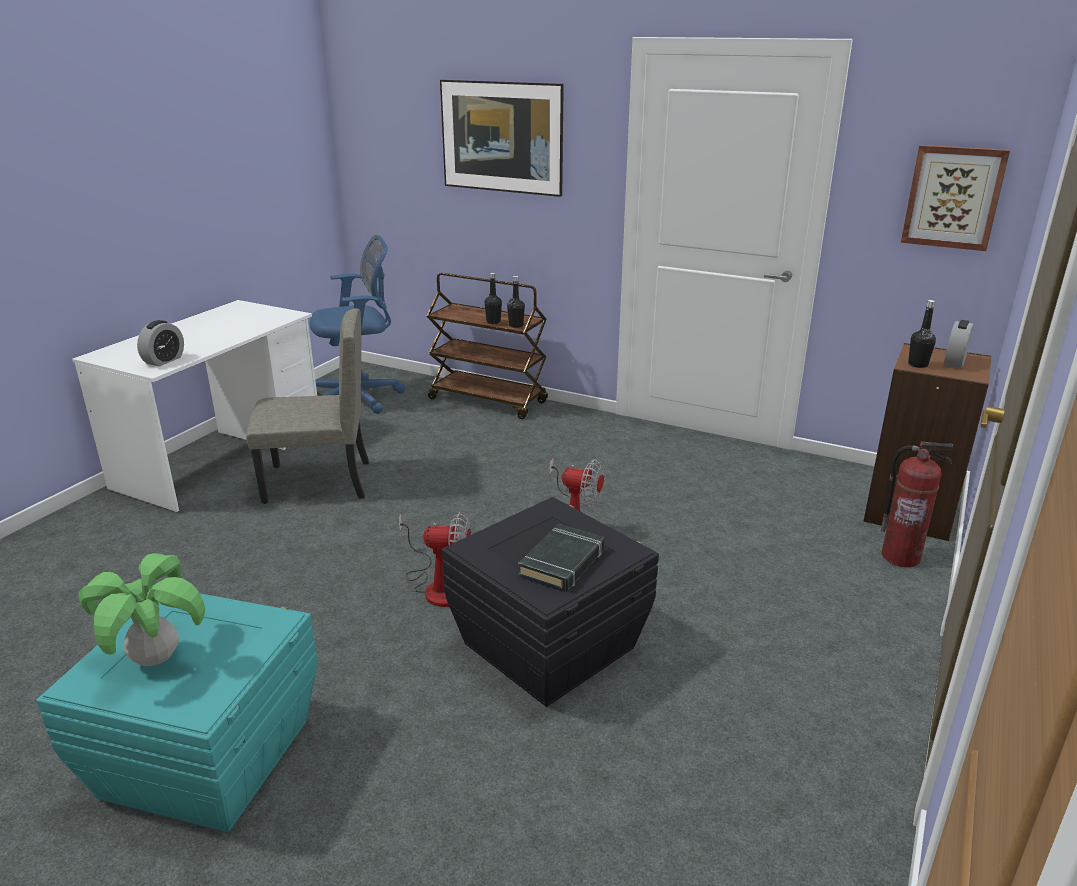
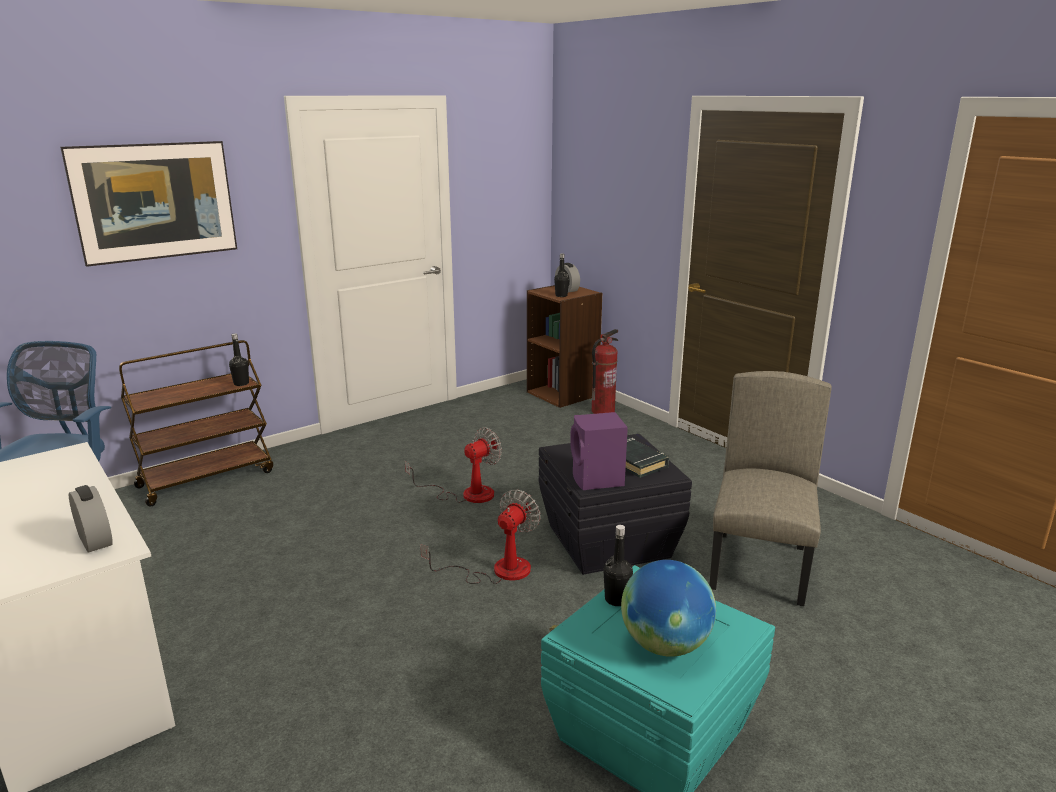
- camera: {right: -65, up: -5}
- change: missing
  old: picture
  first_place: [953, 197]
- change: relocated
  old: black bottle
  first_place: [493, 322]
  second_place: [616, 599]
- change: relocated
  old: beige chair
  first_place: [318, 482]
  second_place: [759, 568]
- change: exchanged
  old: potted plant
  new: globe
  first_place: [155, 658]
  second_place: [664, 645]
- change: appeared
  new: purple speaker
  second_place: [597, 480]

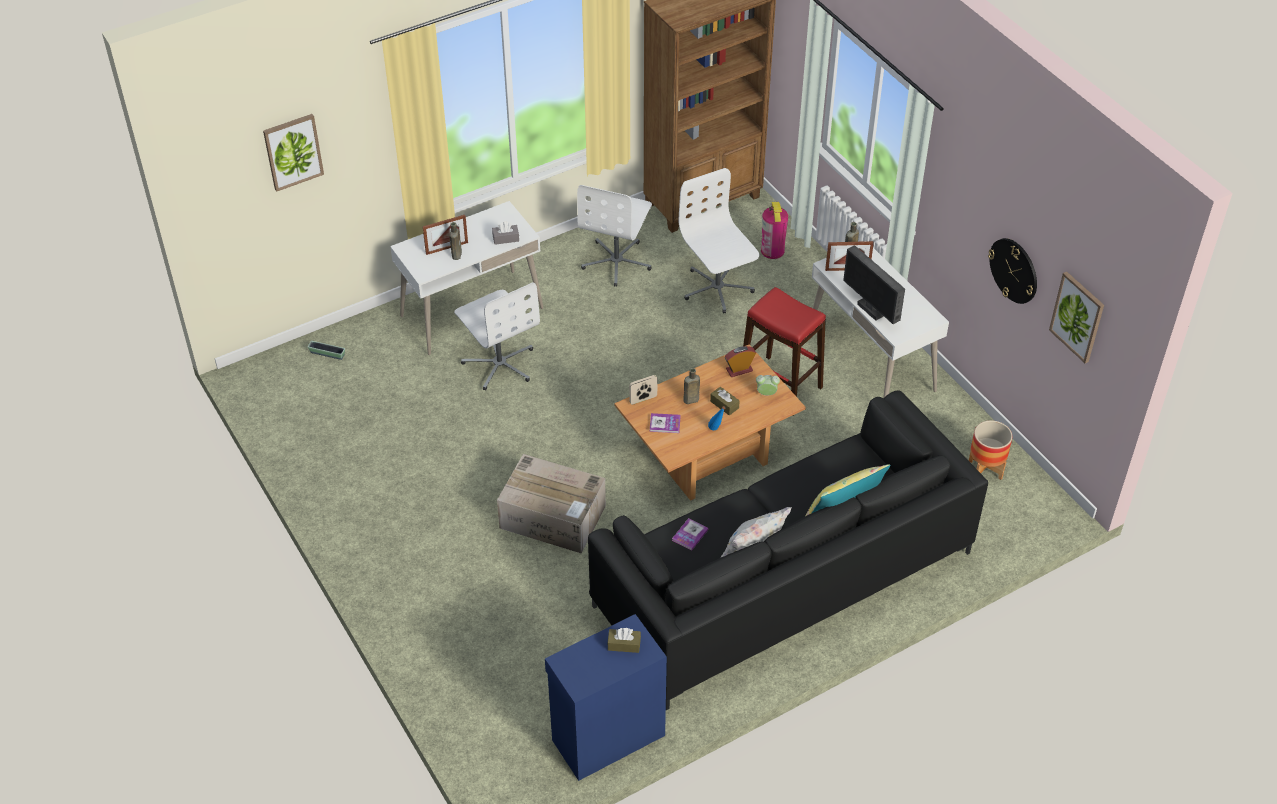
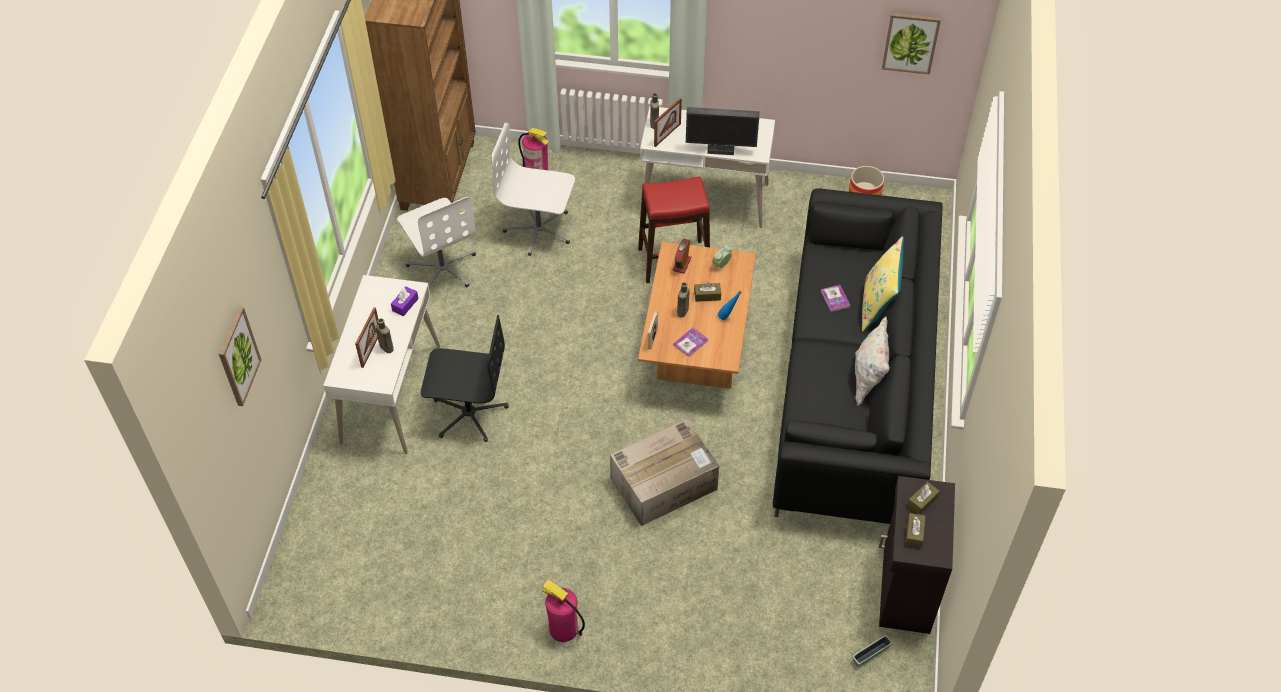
- camera: {right: -50, up: 5}
- change: colour
  old: grey tissue box
  new: purple tissue box
  first_place: [506, 238]
  second_place: [405, 304]
- change: missing
  old: wall clock
  first_place: [1014, 270]
- change: colour
  old: white office chair
  new: black office chair
  first_place: [500, 364]
  second_place: [469, 413]
- change: relocated
  old: planter
  first_place: [327, 354]
  second_place: [871, 654]
- change: relocated
  old: book
  first_place: [690, 535]
  second_place: [835, 299]
- change: colour
  old: blue cabinet
  new: black cabinet
  first_place: [607, 737]
  second_place: [904, 588]
- change: appeared
  new: brown tissue box
  second_place: [914, 533]
- change: appeared
  new: fire extinguisher
  second_place: [563, 629]

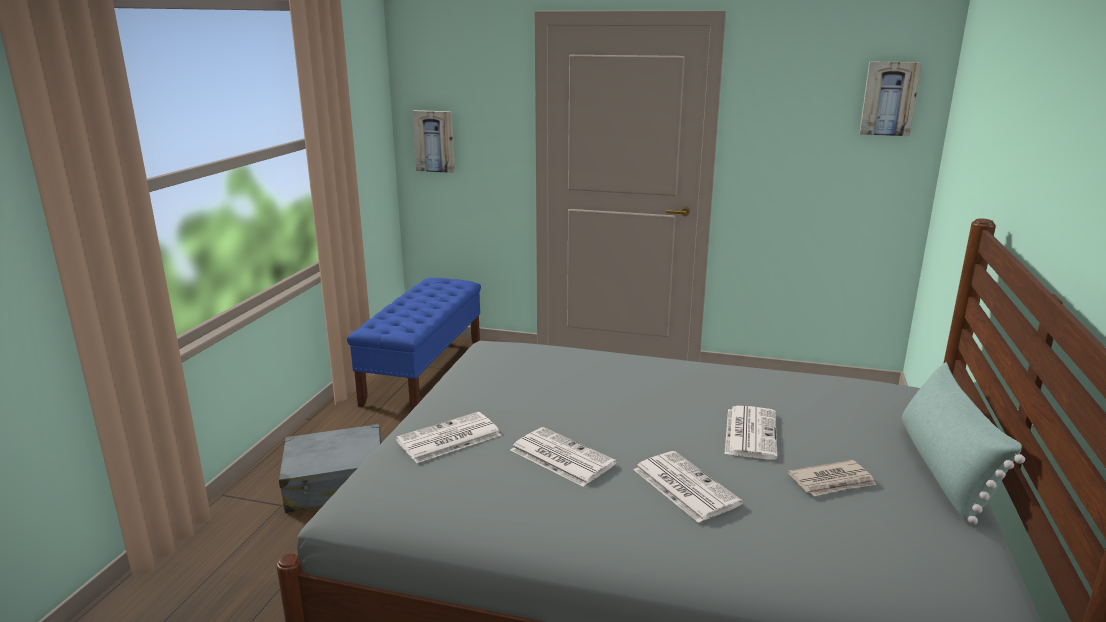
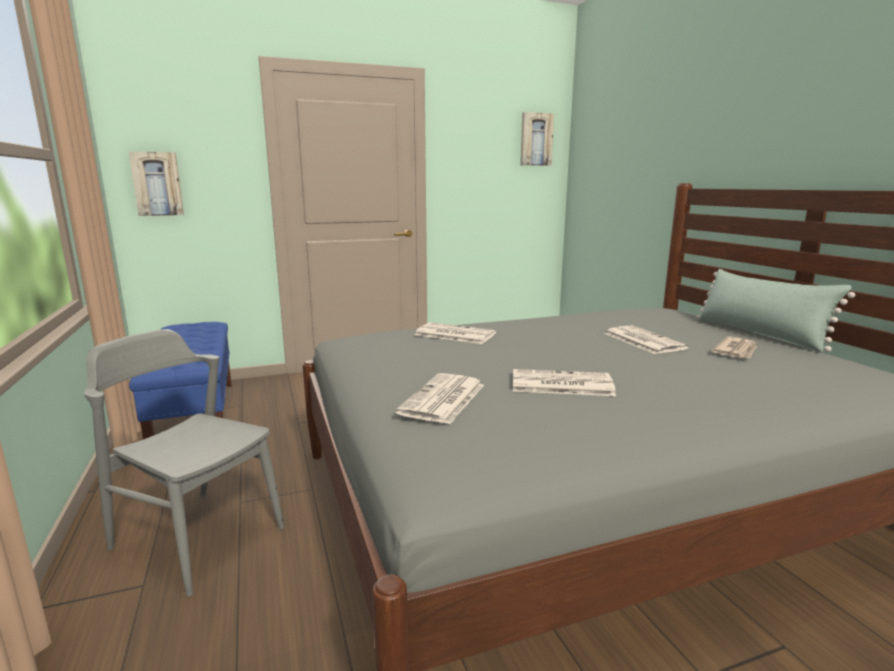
- camera: {right: -35, up: -5}
- change: exchanged
  old: grey suitcase
  new: grey chair
  first_place: [337, 484]
  second_place: [197, 537]
- change: relocated
  old: newspaper
  first_place: [684, 486]
  second_place: [454, 334]

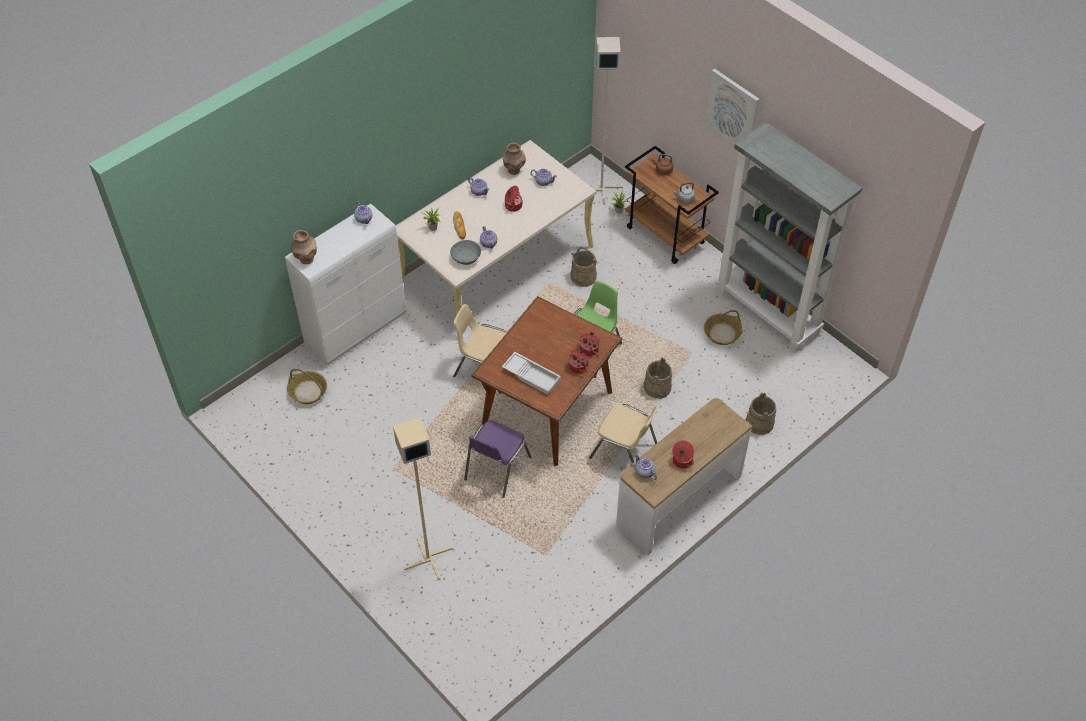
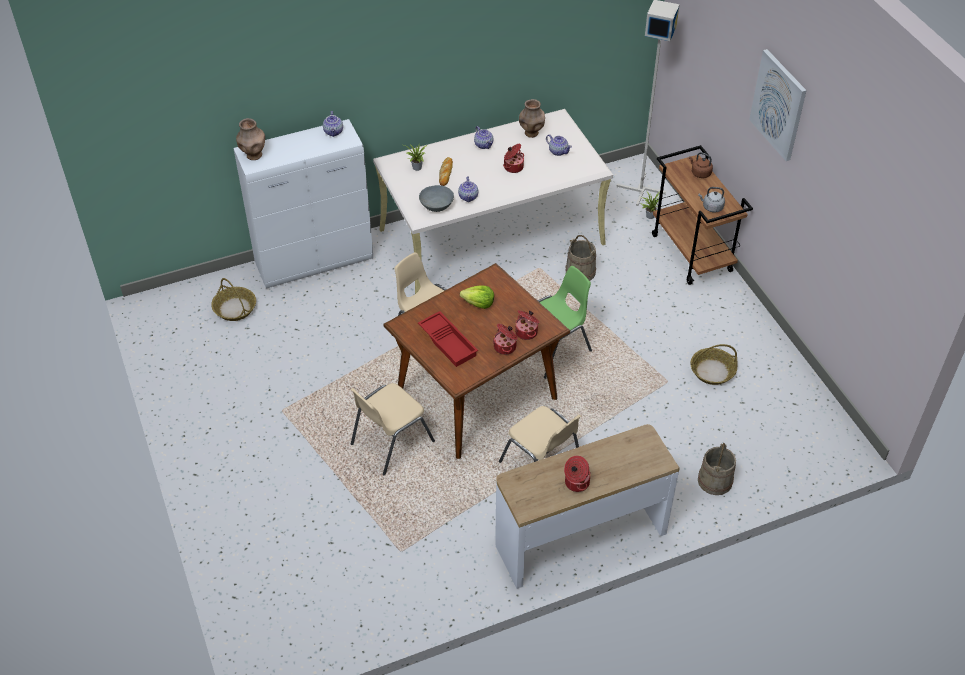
- camera: {right: 20, up: -5}
- change: missing
  old: grey bookcase
  first_place: [768, 312]
- change: colour
  old: white tray
  new: red tray
  first_place: [532, 375]
  second_place: [449, 342]
- change: missing
  old: beige bucket
  first_place: [657, 387]
- change: missing
  old: beige floor lamp
  first_place: [427, 558]
- change: colour
  old: purple chair
  new: beige chair
  first_place: [496, 469]
  second_place: [390, 443]
- change: missing
  old: teapot
  first_place: [644, 472]
- change: appeared
  new: lettuce
  second_place: [478, 303]

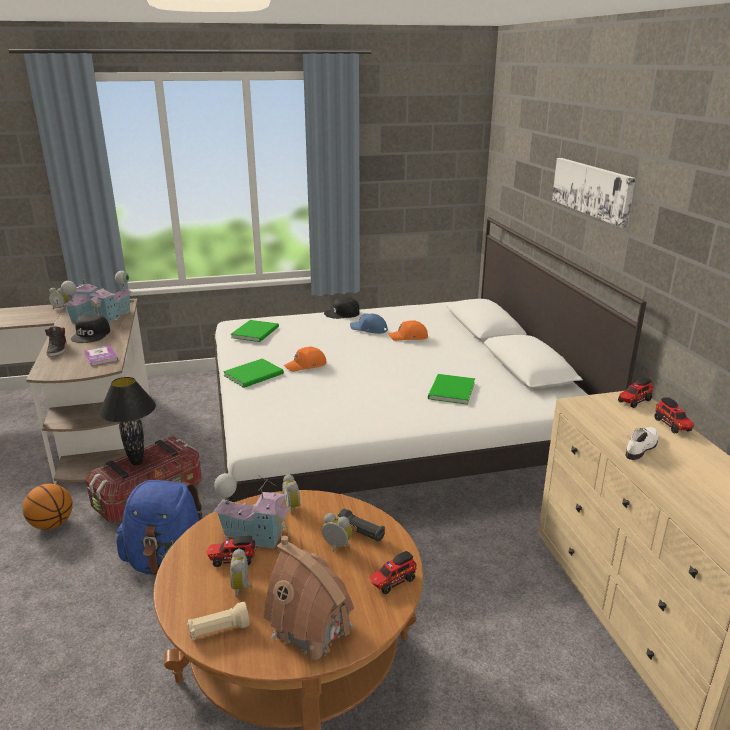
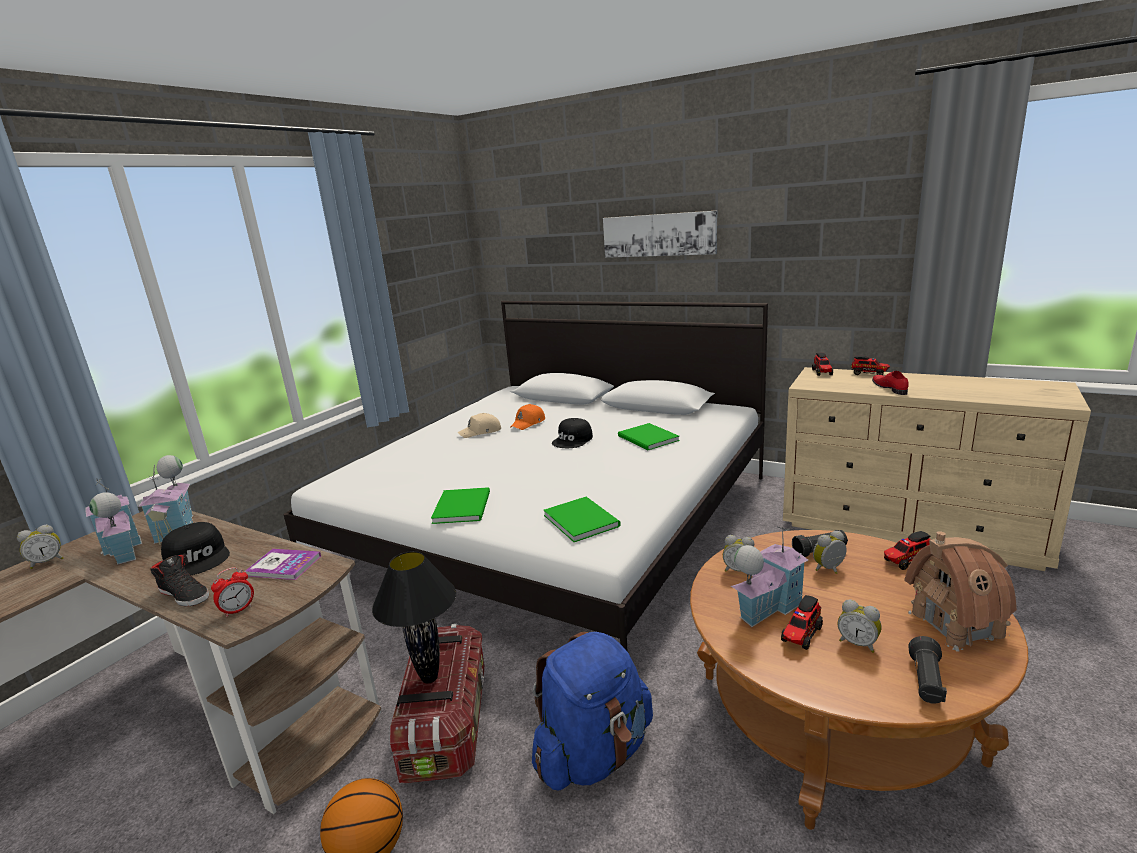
- camera: {right: -45, up: -5}
- change: relocated
  old: black cap
  first_place: [342, 313]
  second_place: [573, 440]
- change: colour
  old: blue cap
  new: beige cap
  first_place: [369, 329]
  second_place: [481, 432]
- change: relocated
  old: green book
  first_place: [257, 332]
  second_place: [581, 519]
- change: missing
  old: orange cap
  first_place: [306, 365]
- change: colour
  old: white shoe
  new: red shoe
  first_place: [642, 446]
  second_place: [890, 387]
- change: spun
  old: toy truck
  first_place: [392, 582]
  second_place: [906, 561]
  degrees: 60
- change: colour
  old: beige flashlight
  new: black flashlight
  first_place: [219, 630]
  second_place: [926, 682]
- change: appeared
  new: alarm clock
  second_place: [238, 610]

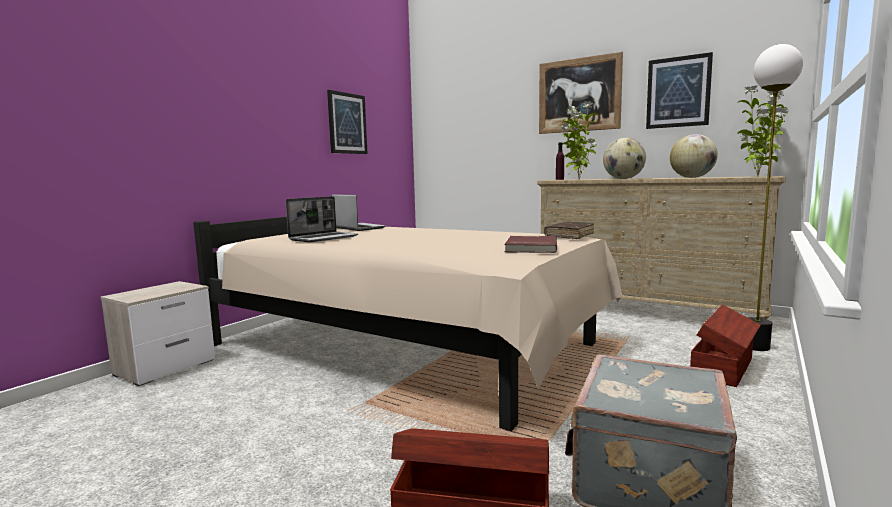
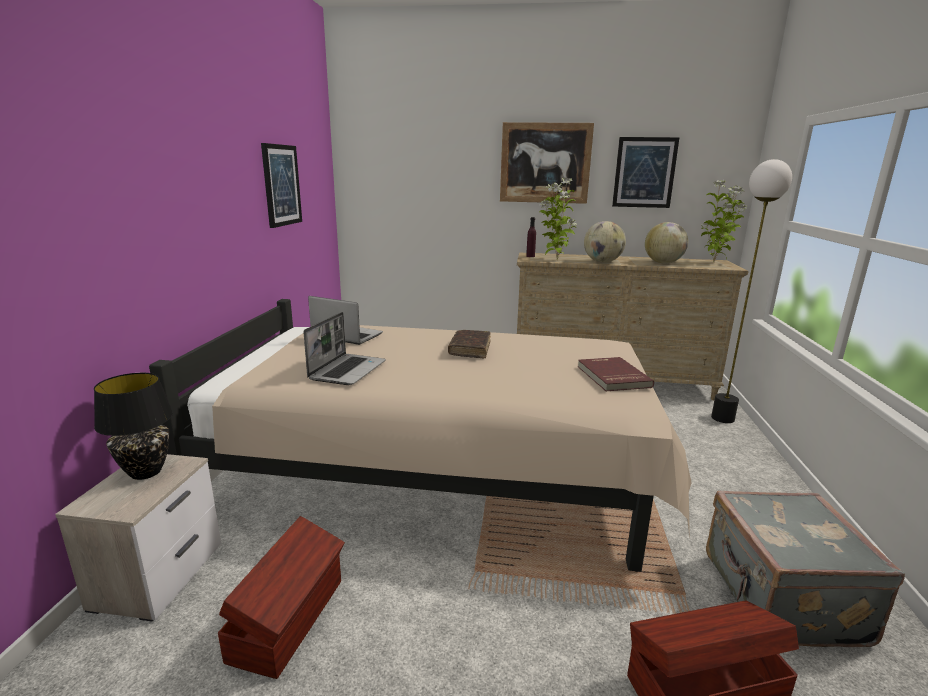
- camera: {right: -25, up: 10}
- change: relocated
  old: brown book
  first_place: [569, 236]
  second_place: [470, 349]
- change: relocated
  old: brown storage box
  first_place: [723, 368]
  second_place: [290, 618]
- change: appeared
  new: black table lamp
  second_place: [146, 472]

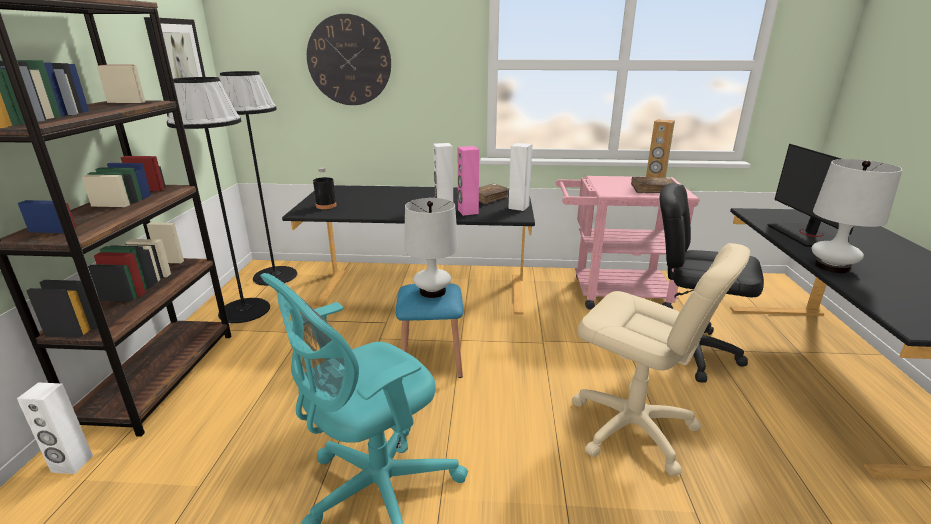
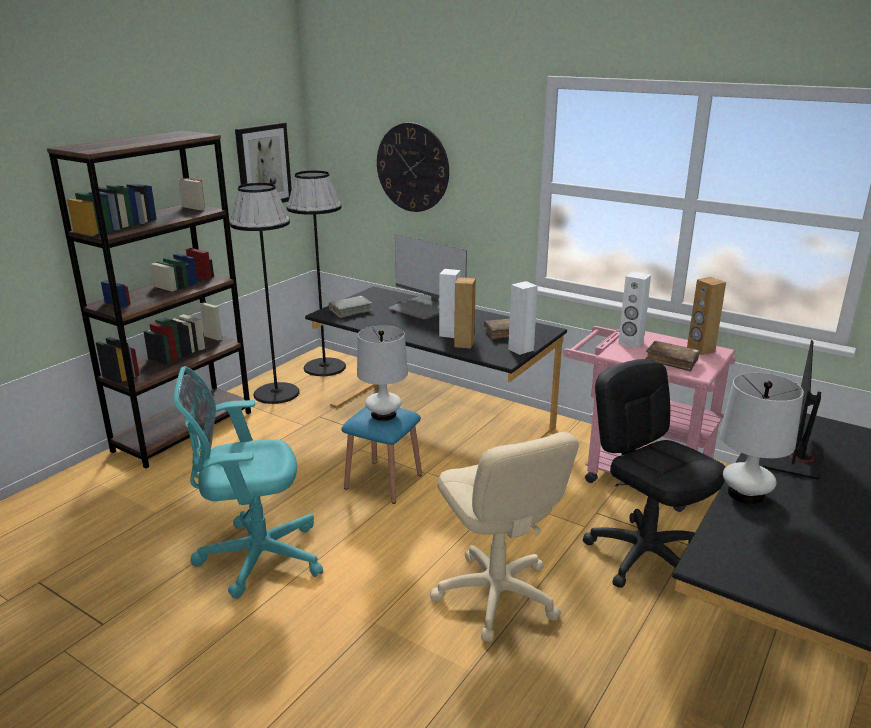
- camera: {right: 30, up: 0}
- change: colour
  old: pink speaker
  new: brown speaker
  first_place: [467, 212]
  second_place: [463, 344]
- change: exchanged
  old: black bottle
  new: grey book
  first_place: [326, 206]
  second_place: [350, 311]
- change: relocated
  old: white speaker
  first_place: [72, 464]
  second_place: [630, 343]
- change: appeared
  new: monitor
  second_place: [422, 309]

